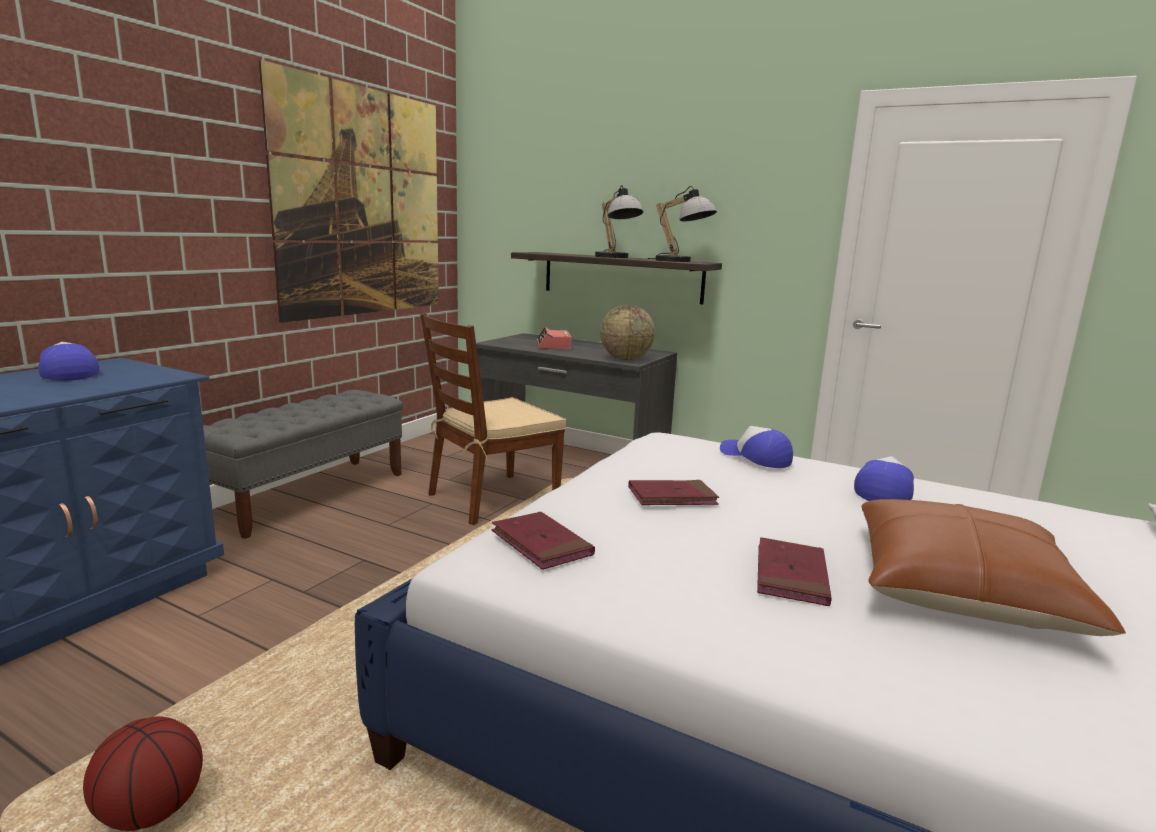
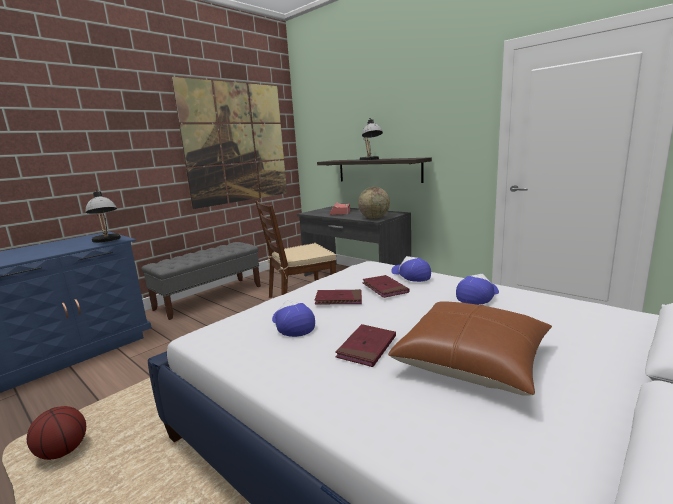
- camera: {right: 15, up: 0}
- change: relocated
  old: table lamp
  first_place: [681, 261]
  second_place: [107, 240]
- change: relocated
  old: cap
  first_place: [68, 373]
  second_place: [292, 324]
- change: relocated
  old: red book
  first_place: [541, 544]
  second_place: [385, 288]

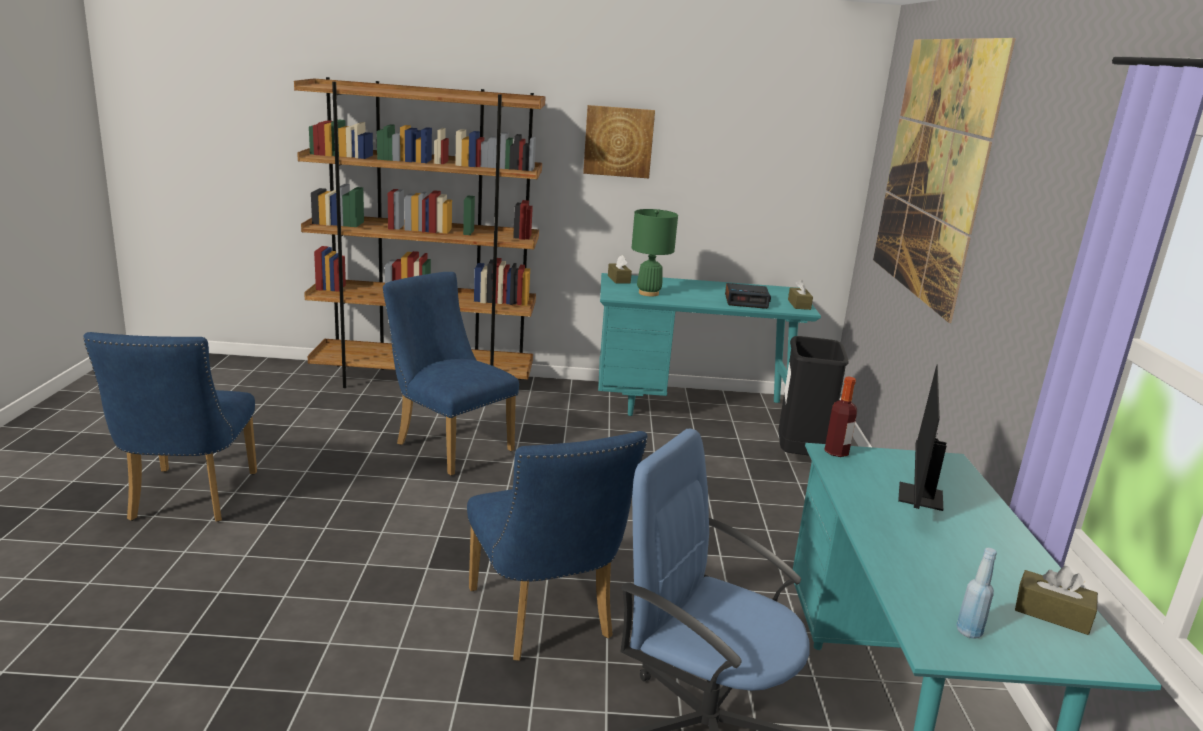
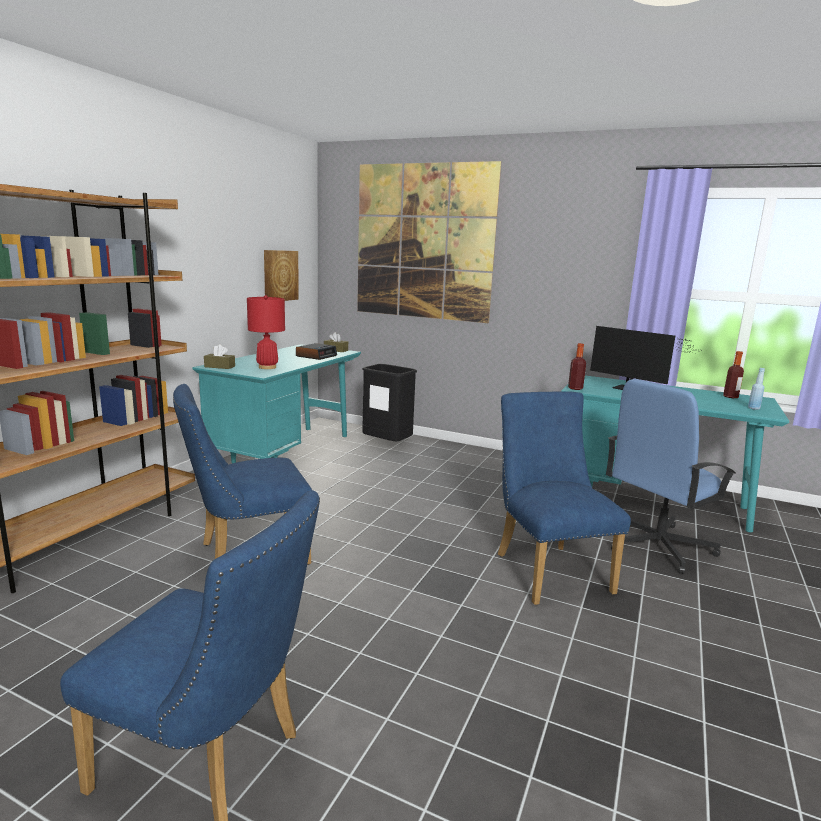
- camera: {right: -65, up: -5}
- change: relocated
  old: picture
  first_place: [618, 141]
  second_place: [280, 275]
- change: colour
  old: green table lamp
  new: red table lamp
  first_place: [648, 293]
  second_place: [267, 367]
- change: spun
  old: blue chair
  first_place: [544, 620]
  second_place: [547, 569]
  degrees: -105
- change: exchanged
  old: brown tissue box
  new: bottle
  first_place: [1052, 613]
  second_place: [730, 397]

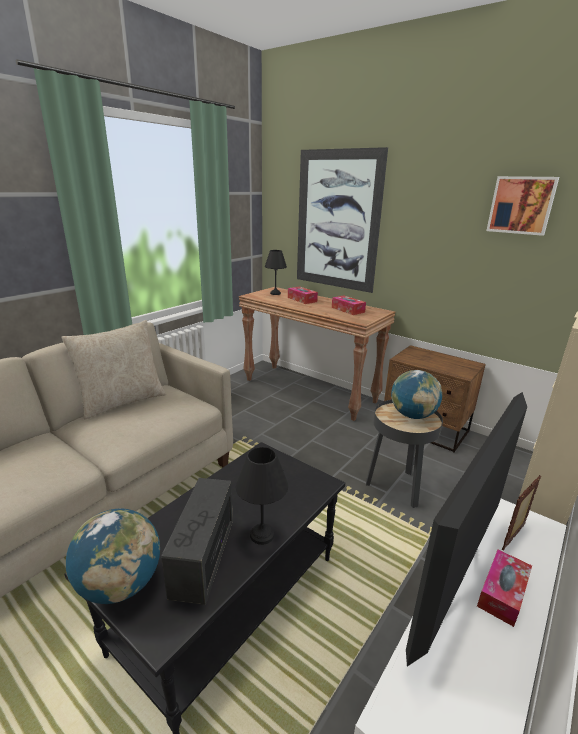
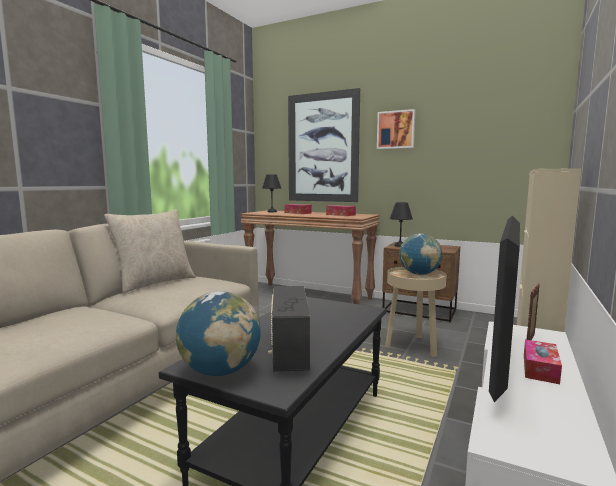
- camera: {right: -10, up: -15}
- change: relocated
  old: picture
  first_place: [521, 205]
  second_place: [396, 130]
- change: colour
  old: black side table
  new: beige side table
  first_place: [397, 487]
  second_place: [413, 346]
- change: relocated
  old: black table lamp
  first_place: [263, 534]
  second_place: [400, 245]

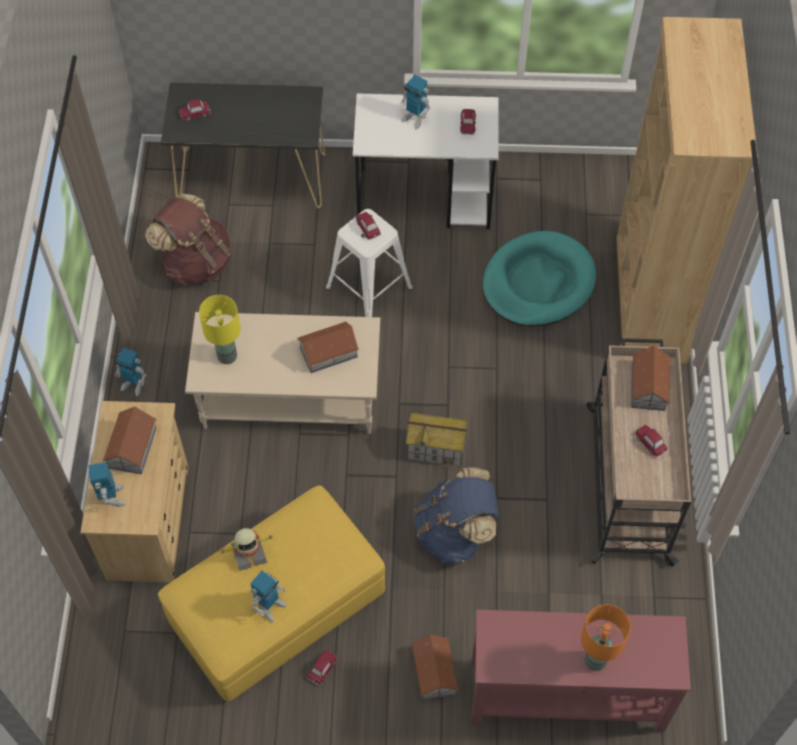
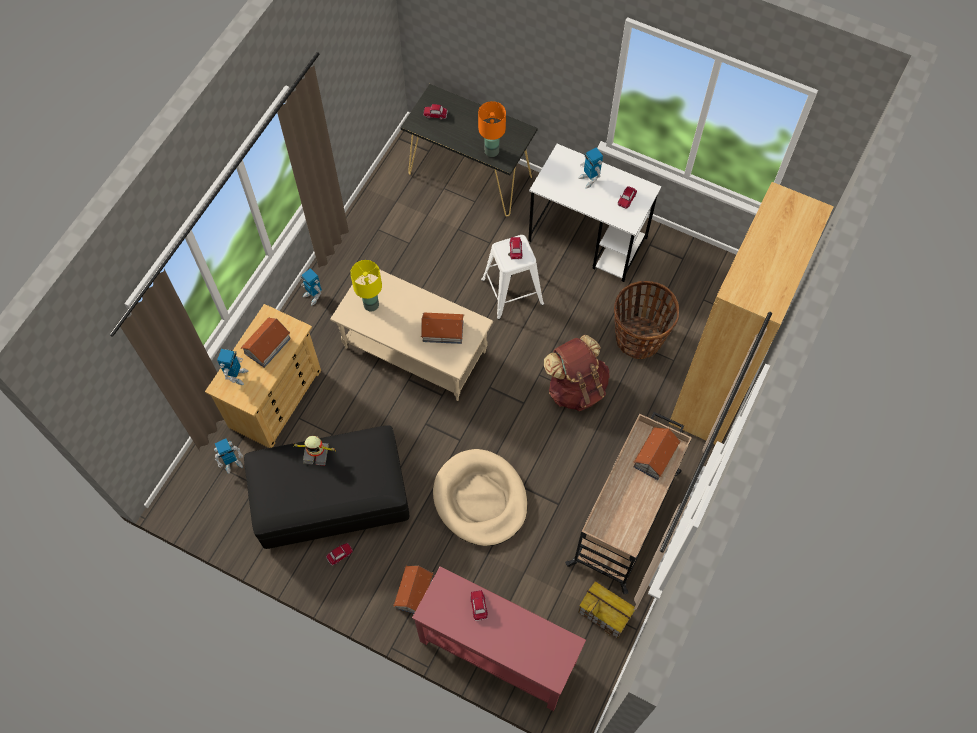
- camera: {right: 25, up: 5}
- change: relocated
  old: brown backpack
  first_place: [196, 262]
  second_place: [576, 387]
- change: exchanged
  old: turquoise dog bed
  new: basket
  first_place: [538, 282]
  second_place: [638, 338]
- change: relocated
  old: toy house
  first_place: [436, 448]
  second_place: [605, 614]
- change: relocated
  old: toy car
  first_place: [650, 442]
  second_place: [478, 606]
- change: exchanged
  old: blue backpack
  new: beige dog bed
  first_place: [455, 532]
  second_place: [480, 499]
- change: colour
  old: yellow ottoman
  new: black ottoman
  first_place: [277, 606]
  second_place: [331, 497]
- change: relocated
  old: toy robot
  first_place: [270, 606]
  second_place: [232, 463]
- change: relocated
  old: orange table lamp
  first_place: [595, 660]
  second_place: [491, 151]

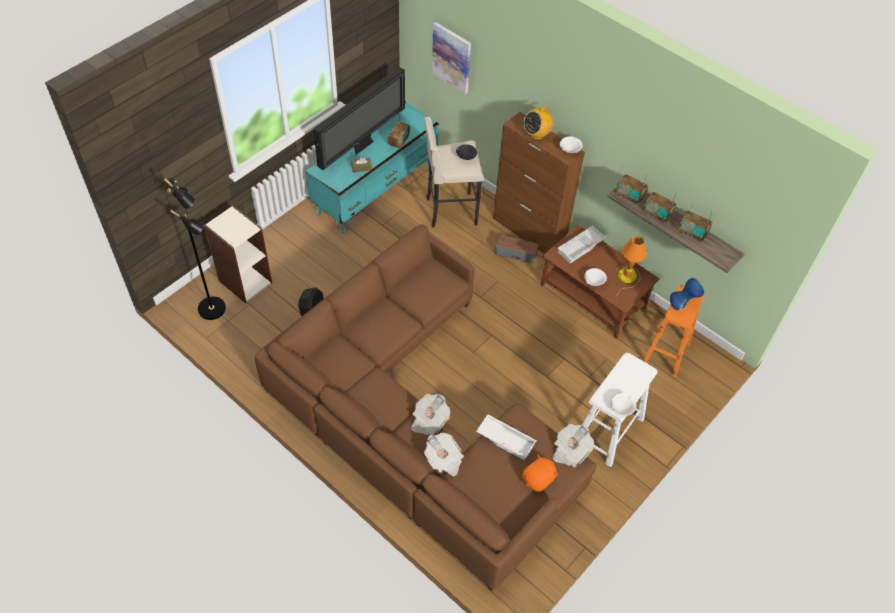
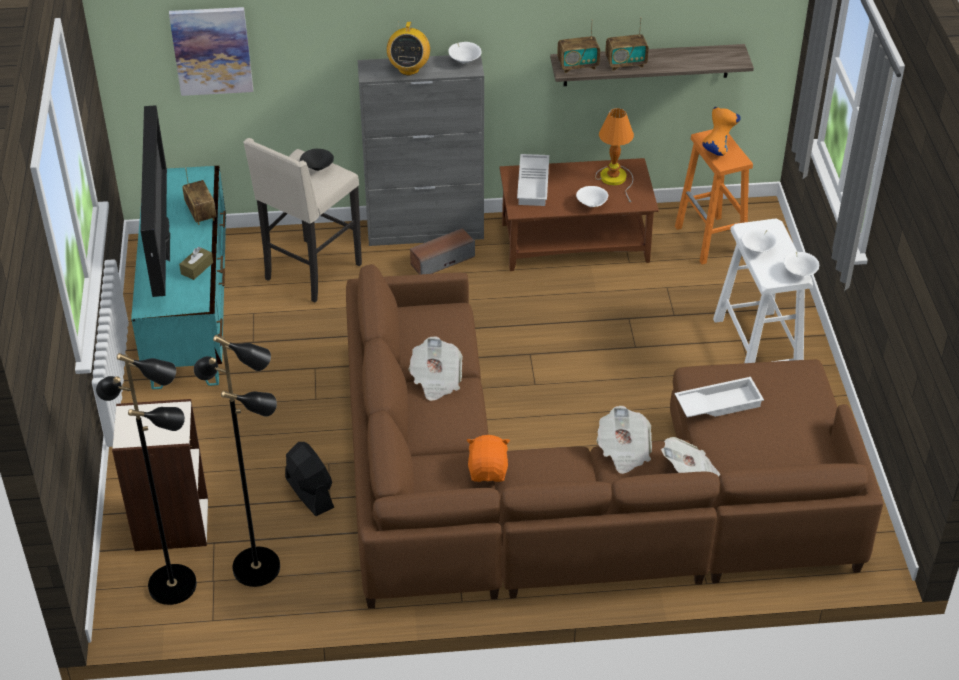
- camera: {right: -45, up: -10}
- change: colour
  old: brown cabinet
  new: grey cabinet
  first_place: [529, 232]
  second_place: [426, 231]
- change: missing
  old: radio
  first_place: [692, 233]
- change: colour
  old: blue vase
  new: orange vase
  first_place: [683, 304]
  second_place: [718, 149]
- change: relocated
  old: newspaper
  first_place: [570, 450]
  second_place: [436, 380]
- change: relocated
  old: orange plush toy
  first_place: [538, 479]
  second_place: [488, 471]
- change: appeared
  new: white bowl
  second_place: [758, 249]
- change: appeared
  new: black floor lamp
  second_place: [257, 566]

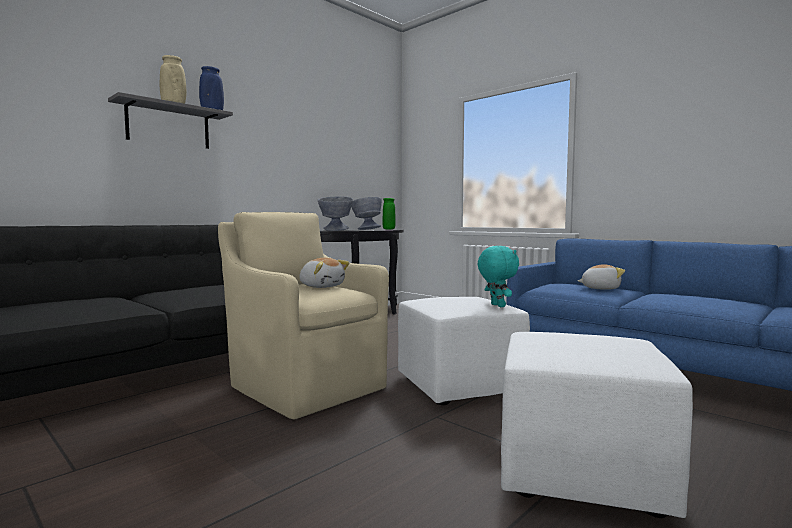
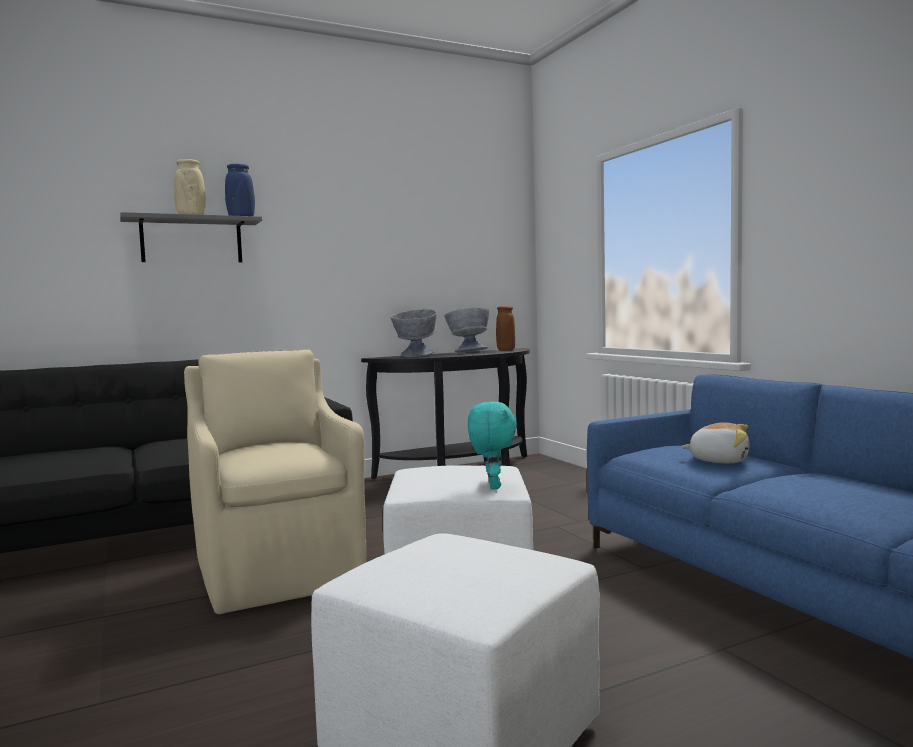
- camera: {right: 20, up: 0}
- change: colour
  old: green vase
  new: brown vase
  first_place: [388, 229]
  second_place: [506, 350]
- change: missing
  old: plush toy
  first_place: [322, 286]

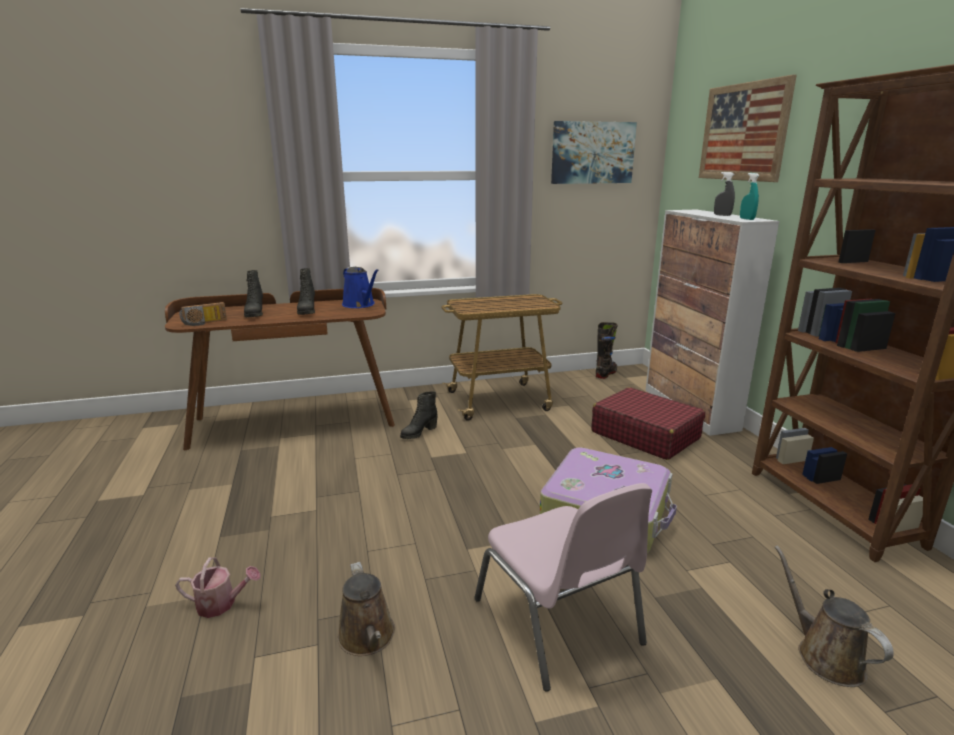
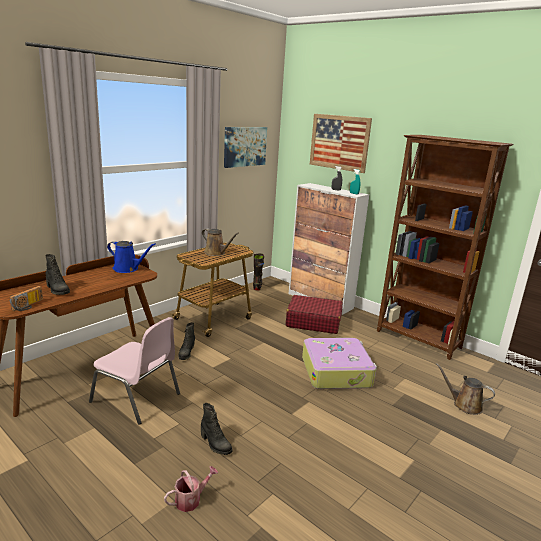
- camera: {right: -35, up: 0}
- change: relocated
  old: black boot
  first_place: [307, 311]
  second_place: [215, 444]
- change: relocated
  old: pink chair
  first_place: [559, 622]
  second_place: [137, 398]
- change: relocated
  old: brown watering can
  first_place: [368, 638]
  second_place: [216, 253]

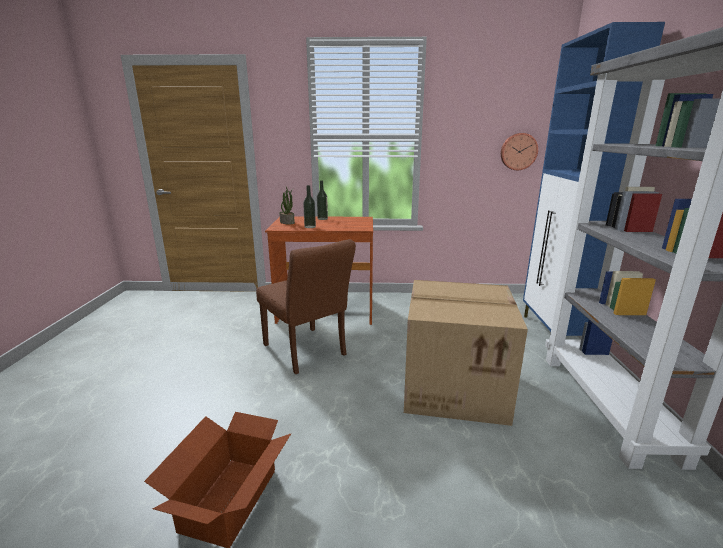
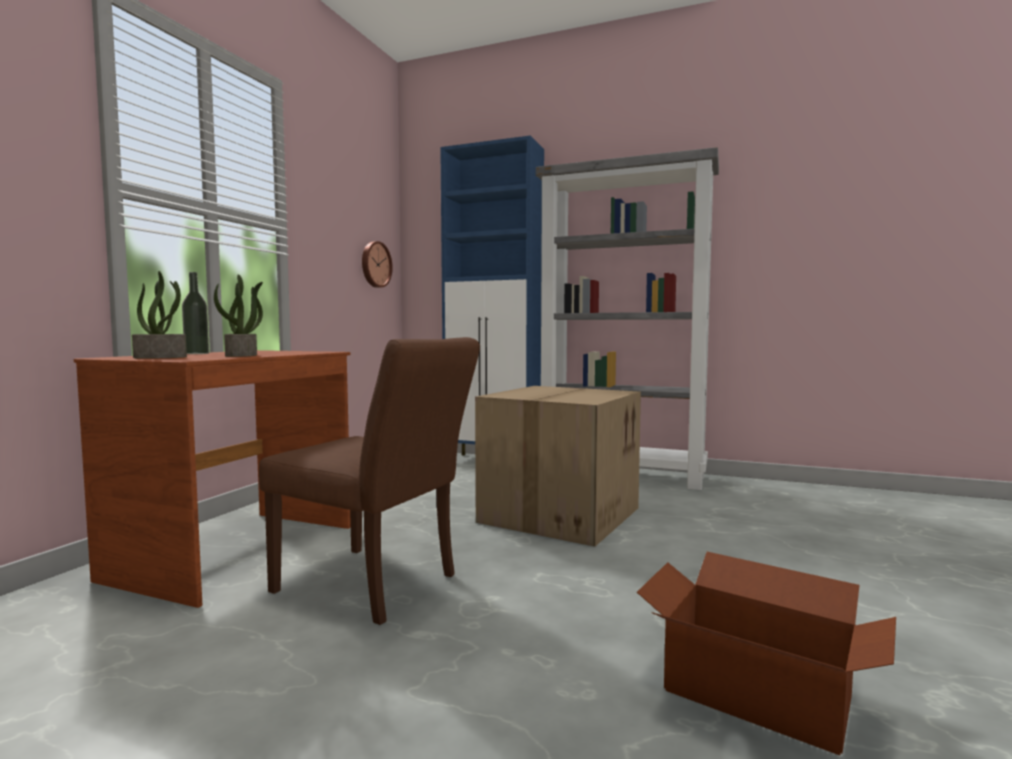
- camera: {right: -70, up: -15}
- change: exchanged
  old: bottle
  new: potted plant
  first_place: [310, 227]
  second_place: [242, 355]
- change: spun
  old: brown chair
  first_place: [308, 352]
  second_place: [376, 586]
  degrees: 45

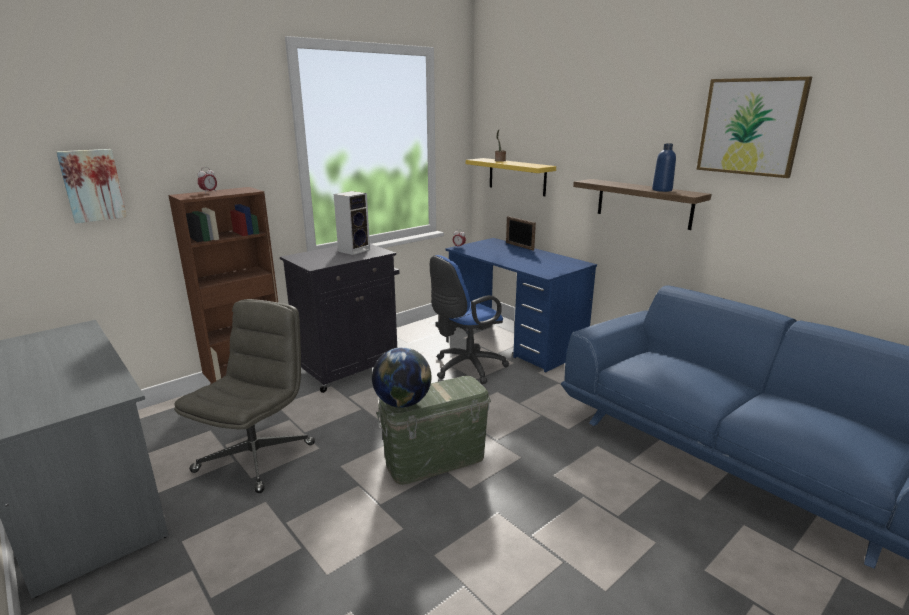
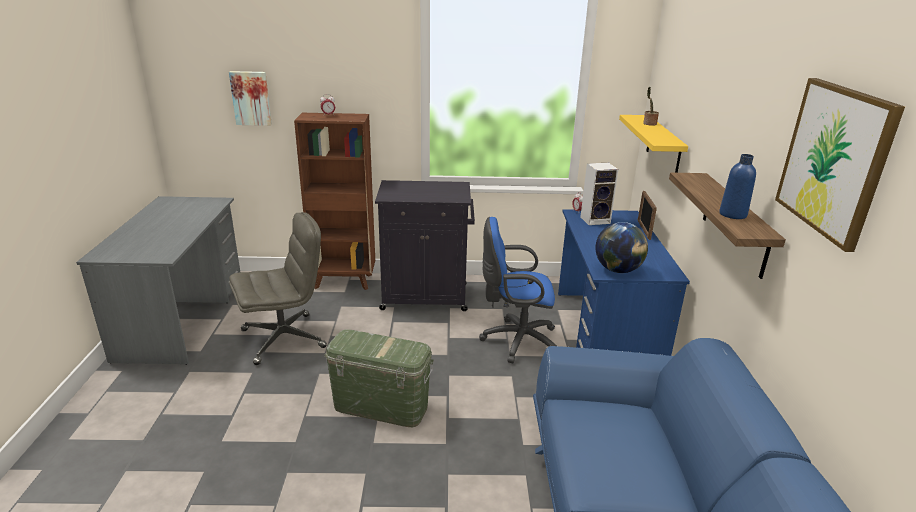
- camera: {right: 40, up: 5}
- change: relocated
  old: speaker
  first_place: [354, 250]
  second_place: [596, 220]
- change: relocated
  old: globe
  first_place: [402, 403]
  second_place: [617, 270]

